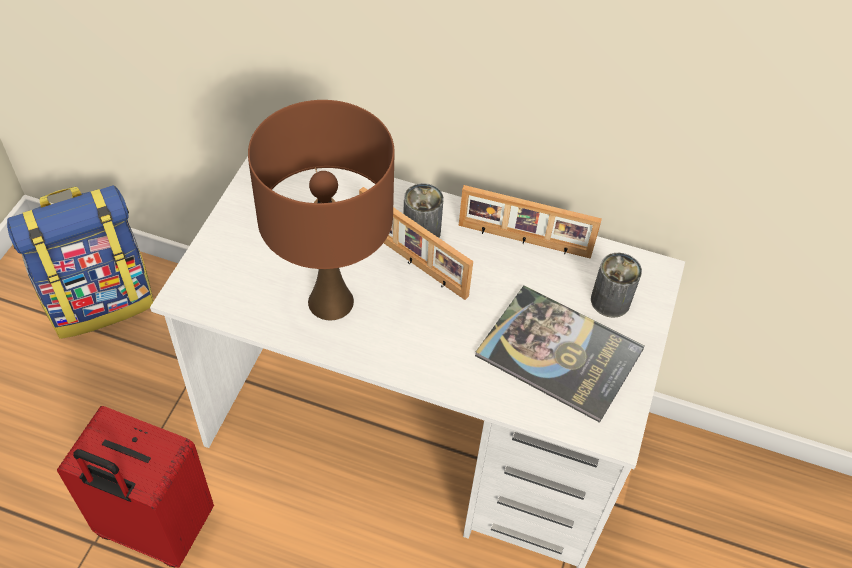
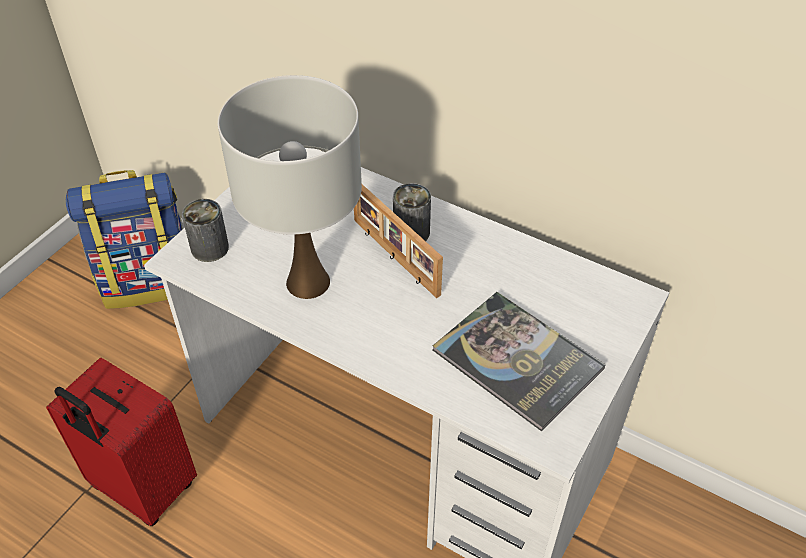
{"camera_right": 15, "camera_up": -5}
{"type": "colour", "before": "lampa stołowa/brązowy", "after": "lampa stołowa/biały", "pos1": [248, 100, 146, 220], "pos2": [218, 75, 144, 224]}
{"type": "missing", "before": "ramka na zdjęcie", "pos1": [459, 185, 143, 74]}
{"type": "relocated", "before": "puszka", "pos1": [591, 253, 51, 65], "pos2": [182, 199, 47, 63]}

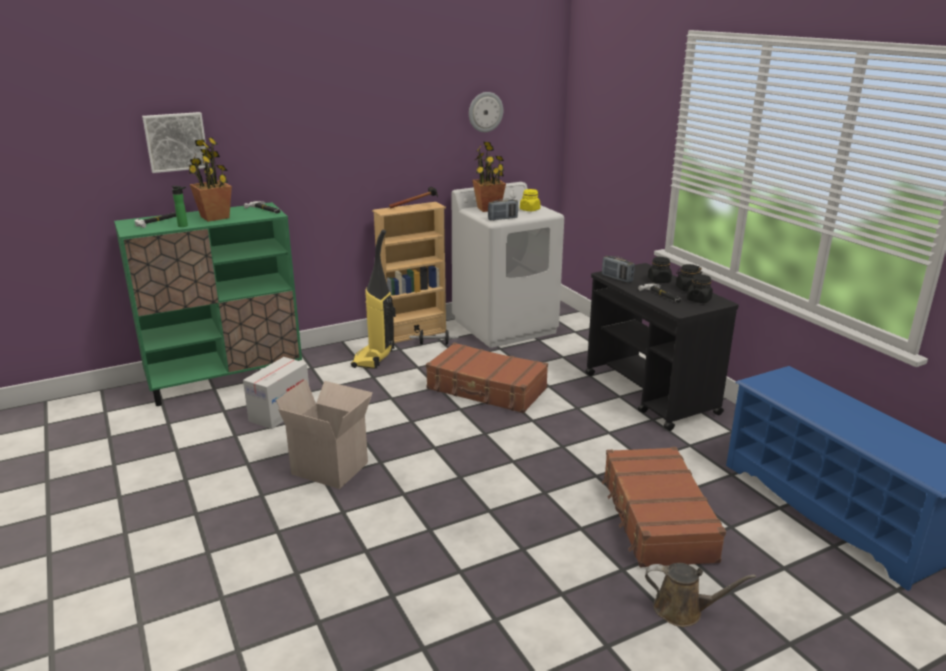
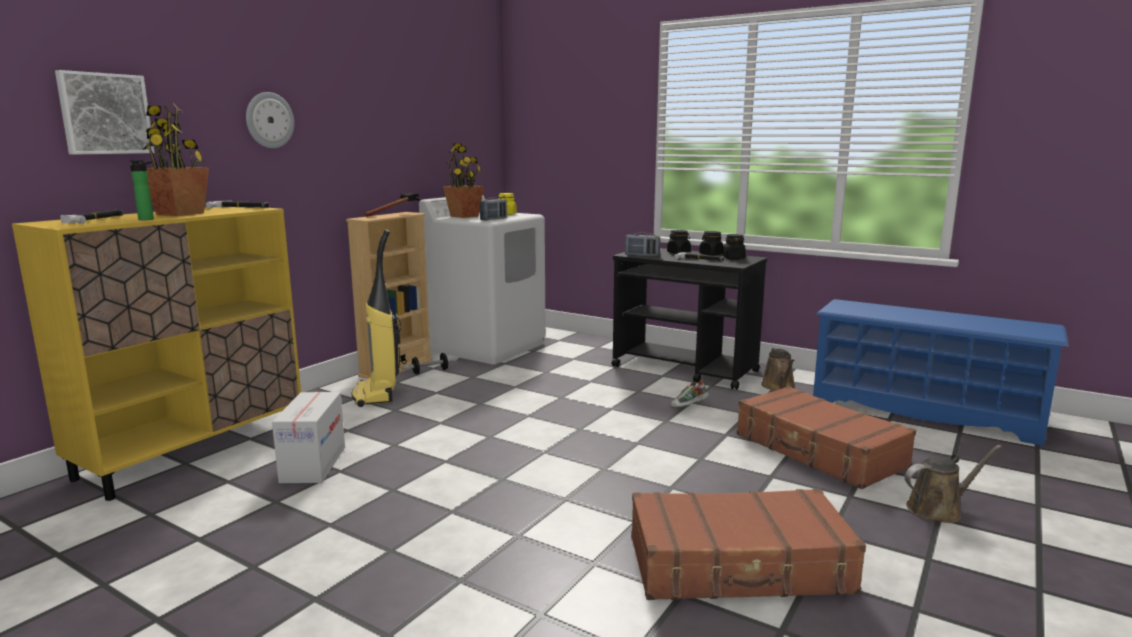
{"camera_right": -30, "camera_up": -10}
{"type": "colour", "before": "szafka/zielony", "after": "szafka/żółty", "pos1": [114, 202, 188, 204], "pos2": [12, 207, 289, 294]}
{"type": "missing", "before": "karton", "pos1": [276, 380, 97, 109]}
{"type": "relocated", "before": "walizka/brązowy", "pos1": [426, 343, 122, 70], "pos2": [631, 488, 235, 112]}
{"type": "relocated", "before": "zegar ścienny", "pos1": [469, 92, 34, 40], "pos2": [246, 92, 48, 56]}
{"type": "appeared", "after": "but", "pos2": [670, 380, 39, 28]}
{"type": "appeared", "after": "konewka/brązowy", "pos2": [761, 347, 34, 44]}

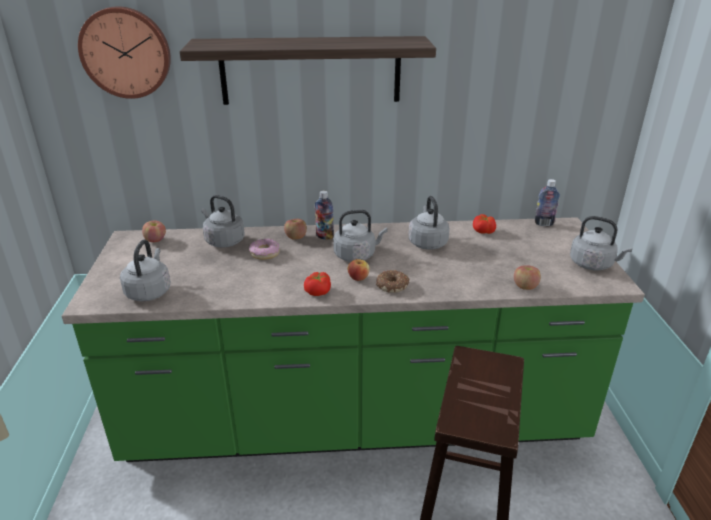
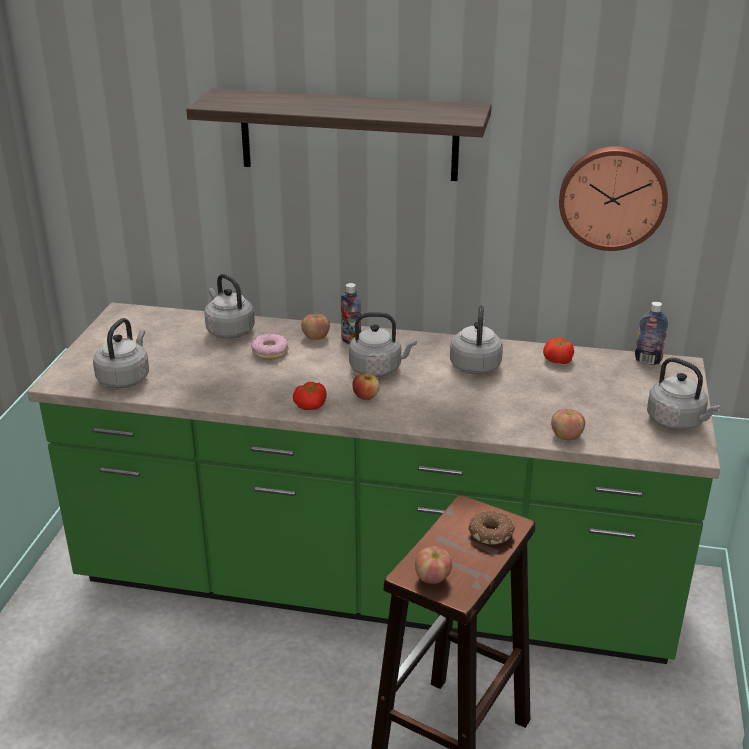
{"camera_right": 15, "camera_up": 0}
{"type": "relocated", "before": "zegar ścienny", "pos1": [78, 6, 93, 93], "pos2": [559, 146, 109, 105]}
{"type": "relocated", "before": "jabłko", "pos1": [142, 220, 24, 22], "pos2": [415, 546, 37, 38]}
{"type": "relocated", "before": "donut", "pos1": [376, 270, 33, 23], "pos2": [468, 511, 47, 34]}

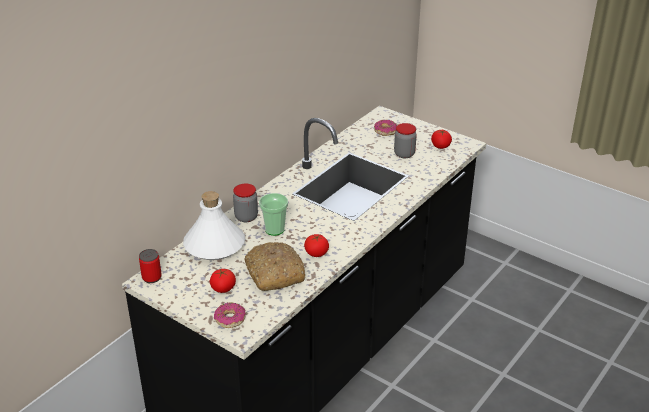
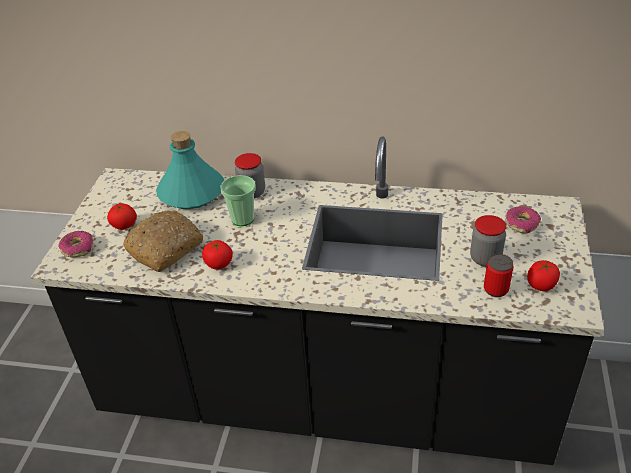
{"camera_right": 65, "camera_up": 5}
{"type": "relocated", "before": "puszka", "pos1": [139, 249, 23, 34], "pos2": [484, 254, 29, 43]}
{"type": "colour", "before": "butelka/biały", "after": "butelka/turkusowy", "pos1": [183, 191, 62, 69], "pos2": [156, 131, 68, 78]}

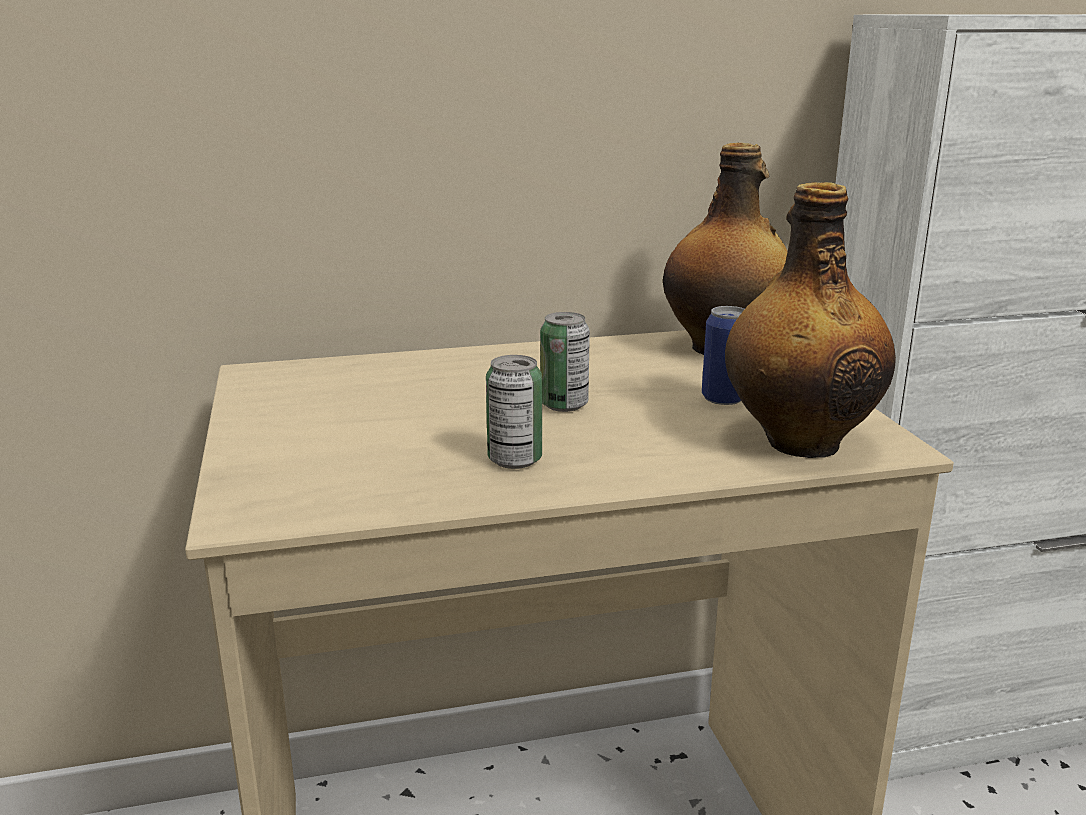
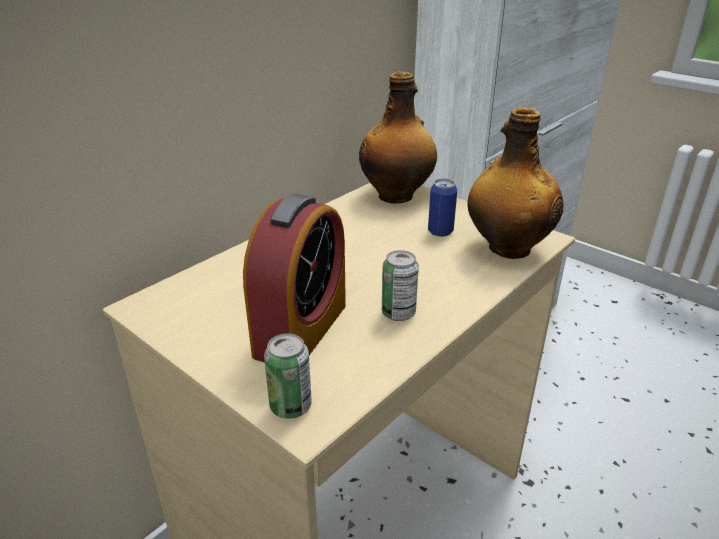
{"camera_right": -35, "camera_up": 10}
{"type": "relocated", "before": "puszka", "pos1": [540, 312, 50, 100], "pos2": [264, 333, 48, 86]}
{"type": "appeared", "after": "budzik", "pos2": [243, 194, 103, 169]}

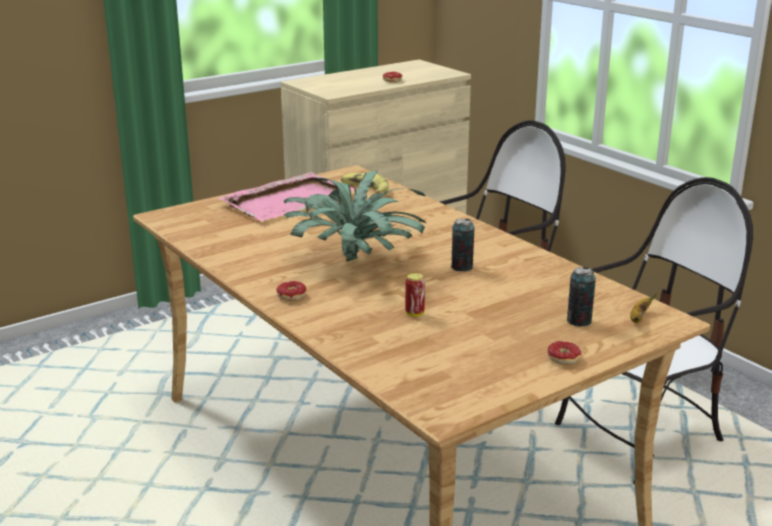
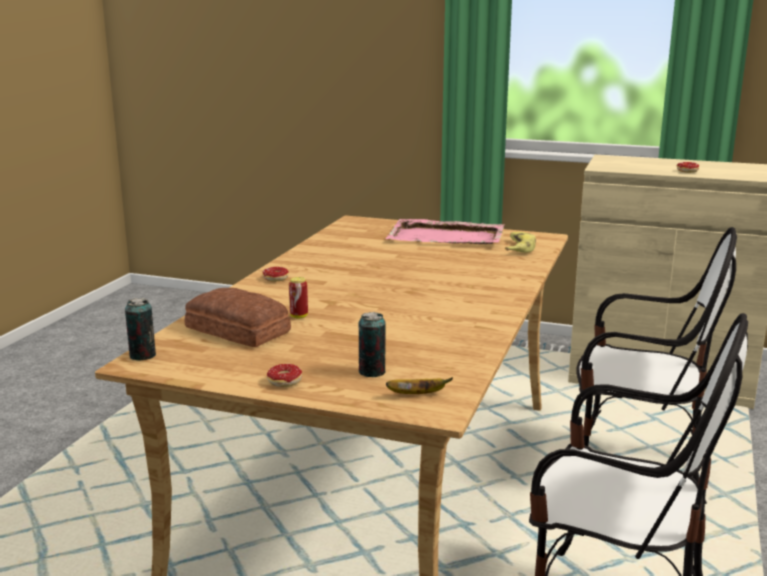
{"camera_right": 55, "camera_up": -5}
{"type": "missing", "before": "roślina doniczkowa", "pos1": [284, 170, 142, 92]}
{"type": "relocated", "before": "puszka", "pos1": [451, 219, 24, 53], "pos2": [125, 298, 31, 63]}
{"type": "appeared", "after": "chleb", "pos2": [184, 288, 107, 59]}

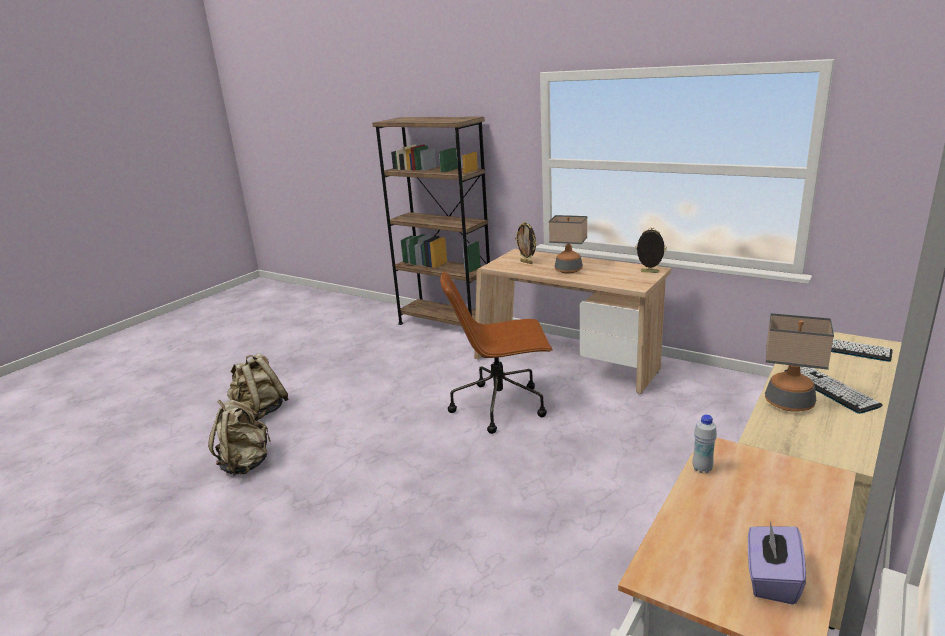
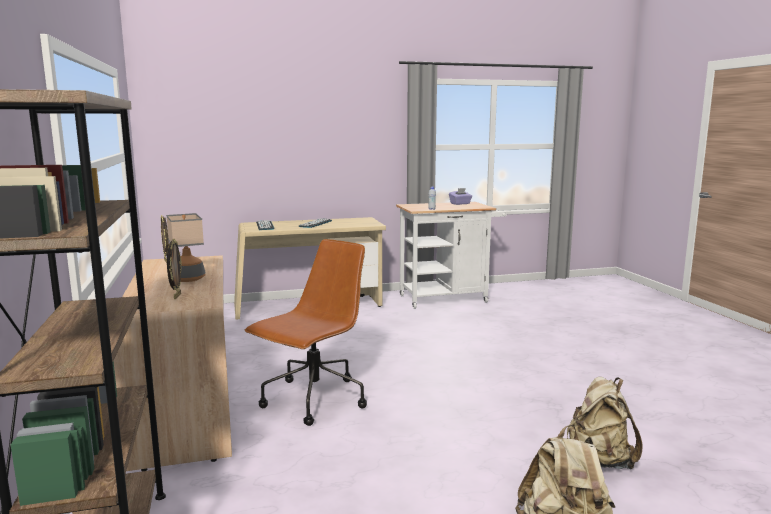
{"camera_right": -140, "camera_up": -10}
{"type": "spun", "before": "krzesło biurowe/brązowy", "pos1": [440, 271, 113, 163], "pos2": [245, 239, 122, 187], "turn": -90}
{"type": "missing", "before": "lampa stołowa", "pos1": [765, 313, 69, 99]}

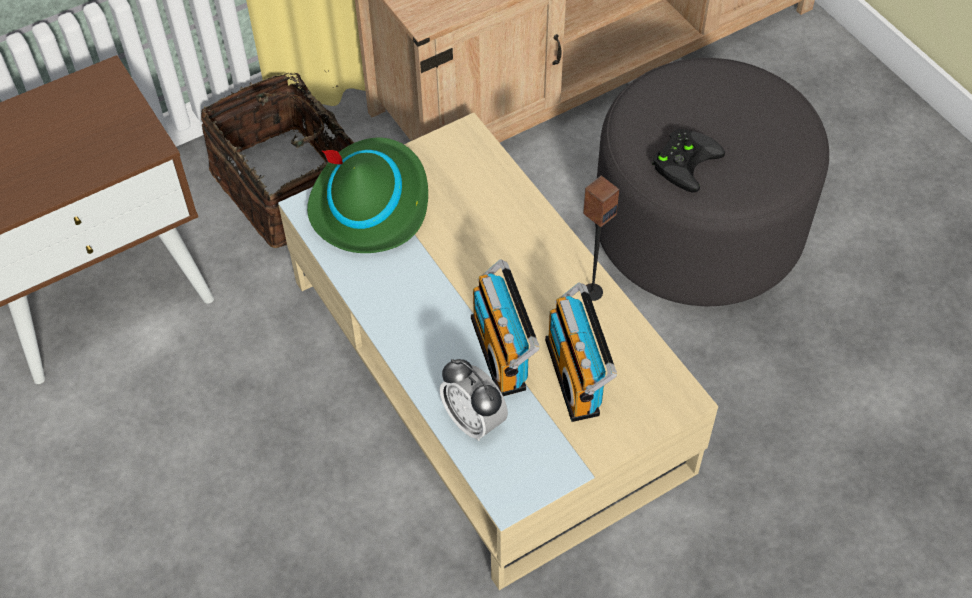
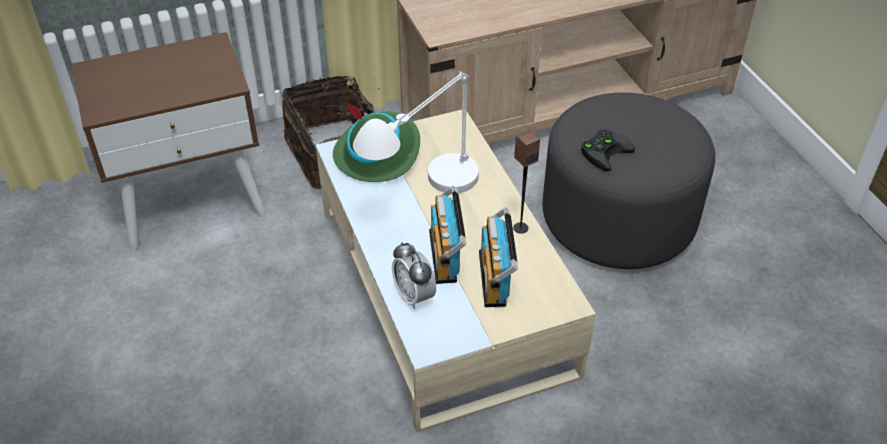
{"camera_right": 10, "camera_up": -10}
{"type": "appeared", "after": "lampa stołowa/biały", "pos2": [353, 71, 126, 123]}

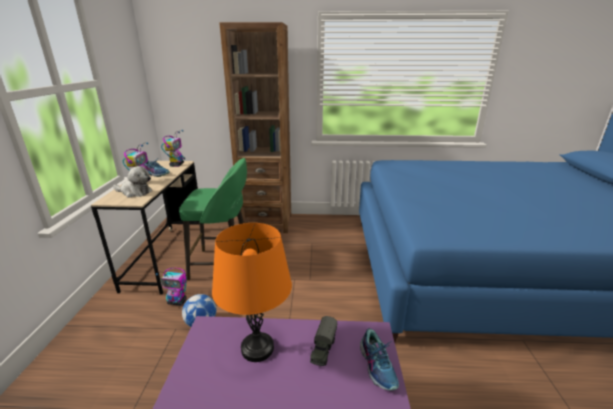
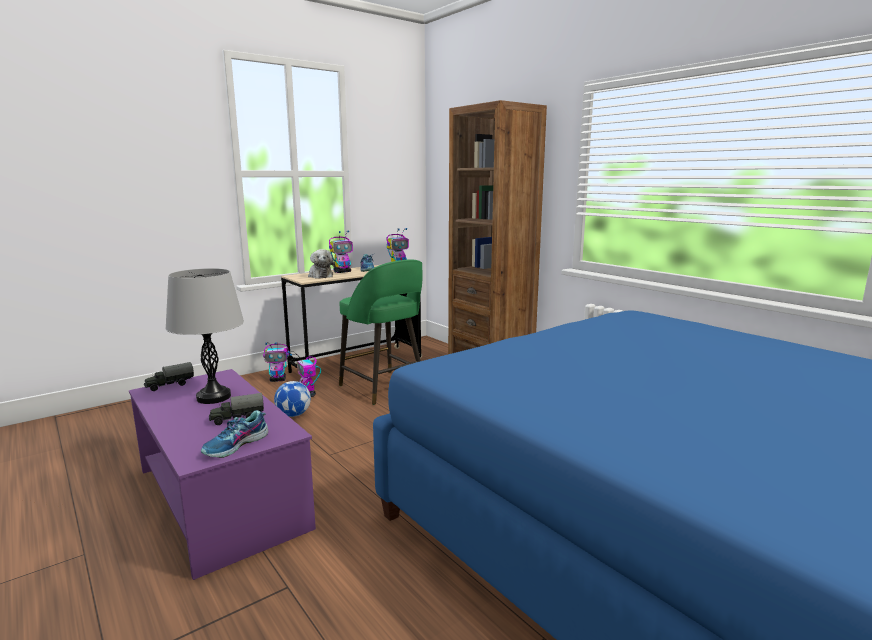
{"camera_right": 50, "camera_up": -10}
{"type": "colour", "before": "lampa stołowa/pomarańczowy", "after": "lampa stołowa/szary", "pos1": [212, 223, 80, 139], "pos2": [165, 268, 79, 136]}
{"type": "appeared", "after": "ciężarówka zabawkowa", "pos2": [144, 362, 50, 29]}
{"type": "appeared", "after": "robot zabawkowy", "pos2": [263, 342, 26, 40]}

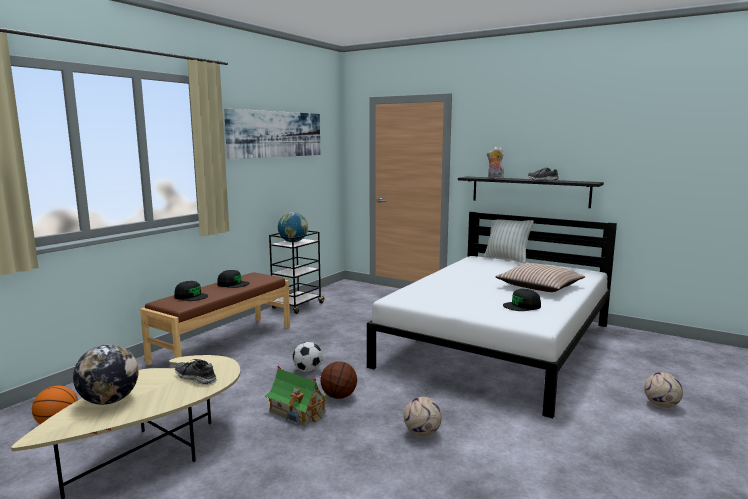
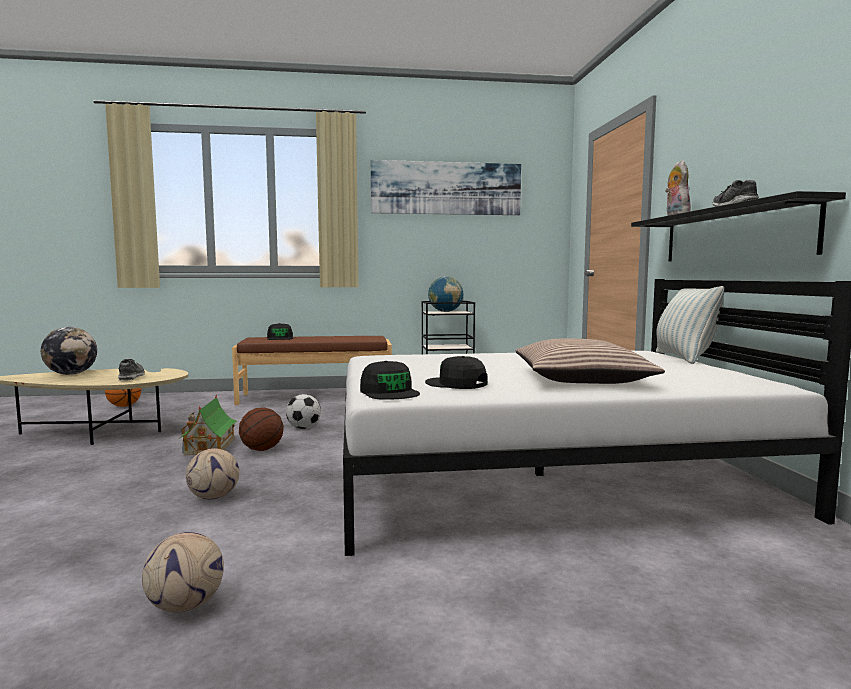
{"camera_right": 50, "camera_up": -5}
{"type": "relocated", "before": "czapka z daszkiem/czarny", "pos1": [217, 270, 32, 18], "pos2": [360, 361, 60, 39]}
{"type": "relocated", "before": "piłka futbolowa", "pos1": [644, 372, 39, 36], "pos2": [142, 532, 82, 80]}

